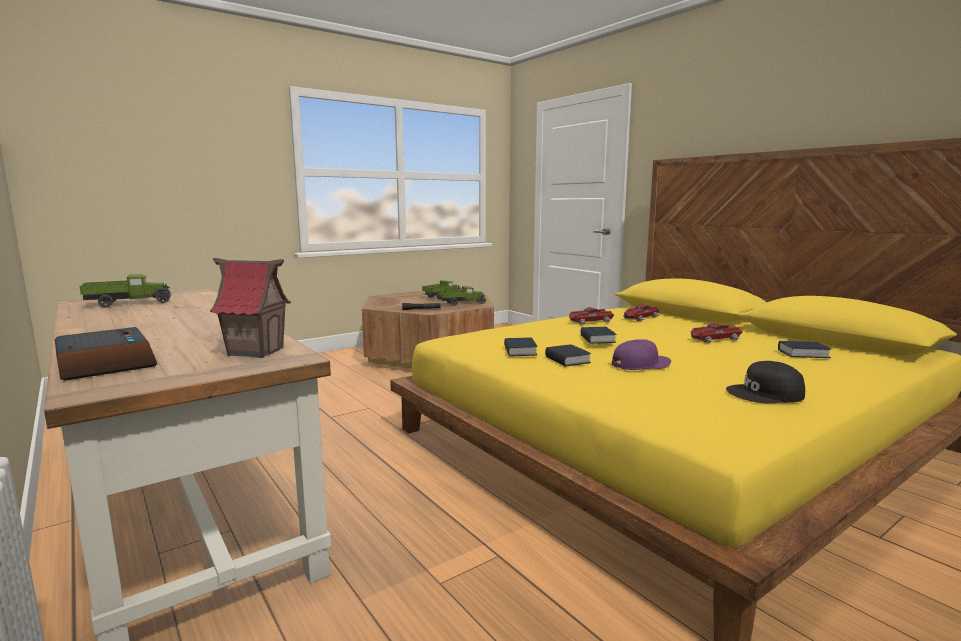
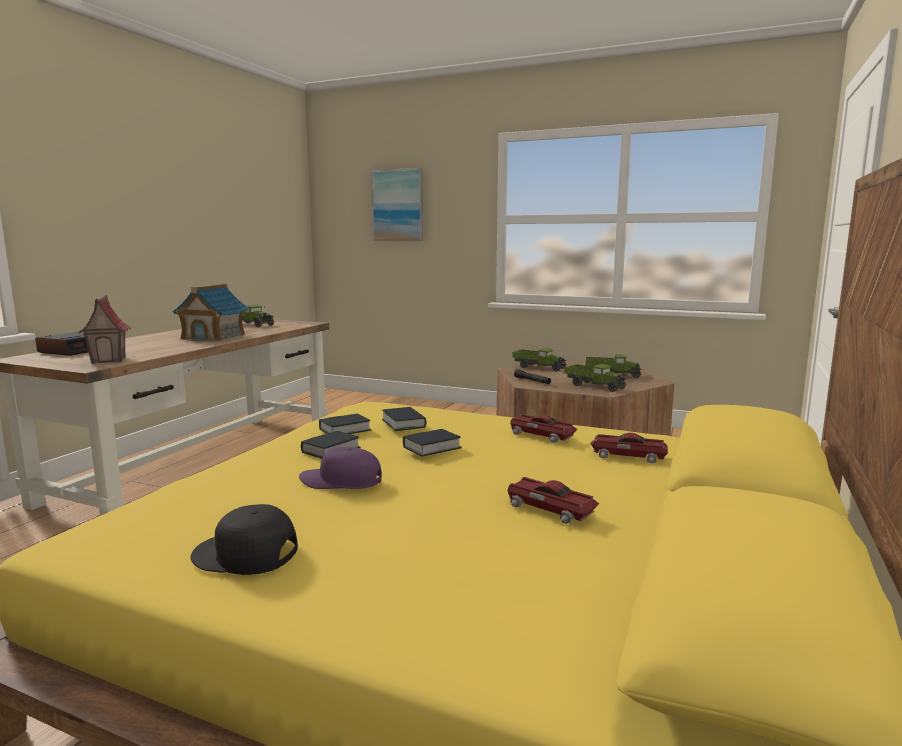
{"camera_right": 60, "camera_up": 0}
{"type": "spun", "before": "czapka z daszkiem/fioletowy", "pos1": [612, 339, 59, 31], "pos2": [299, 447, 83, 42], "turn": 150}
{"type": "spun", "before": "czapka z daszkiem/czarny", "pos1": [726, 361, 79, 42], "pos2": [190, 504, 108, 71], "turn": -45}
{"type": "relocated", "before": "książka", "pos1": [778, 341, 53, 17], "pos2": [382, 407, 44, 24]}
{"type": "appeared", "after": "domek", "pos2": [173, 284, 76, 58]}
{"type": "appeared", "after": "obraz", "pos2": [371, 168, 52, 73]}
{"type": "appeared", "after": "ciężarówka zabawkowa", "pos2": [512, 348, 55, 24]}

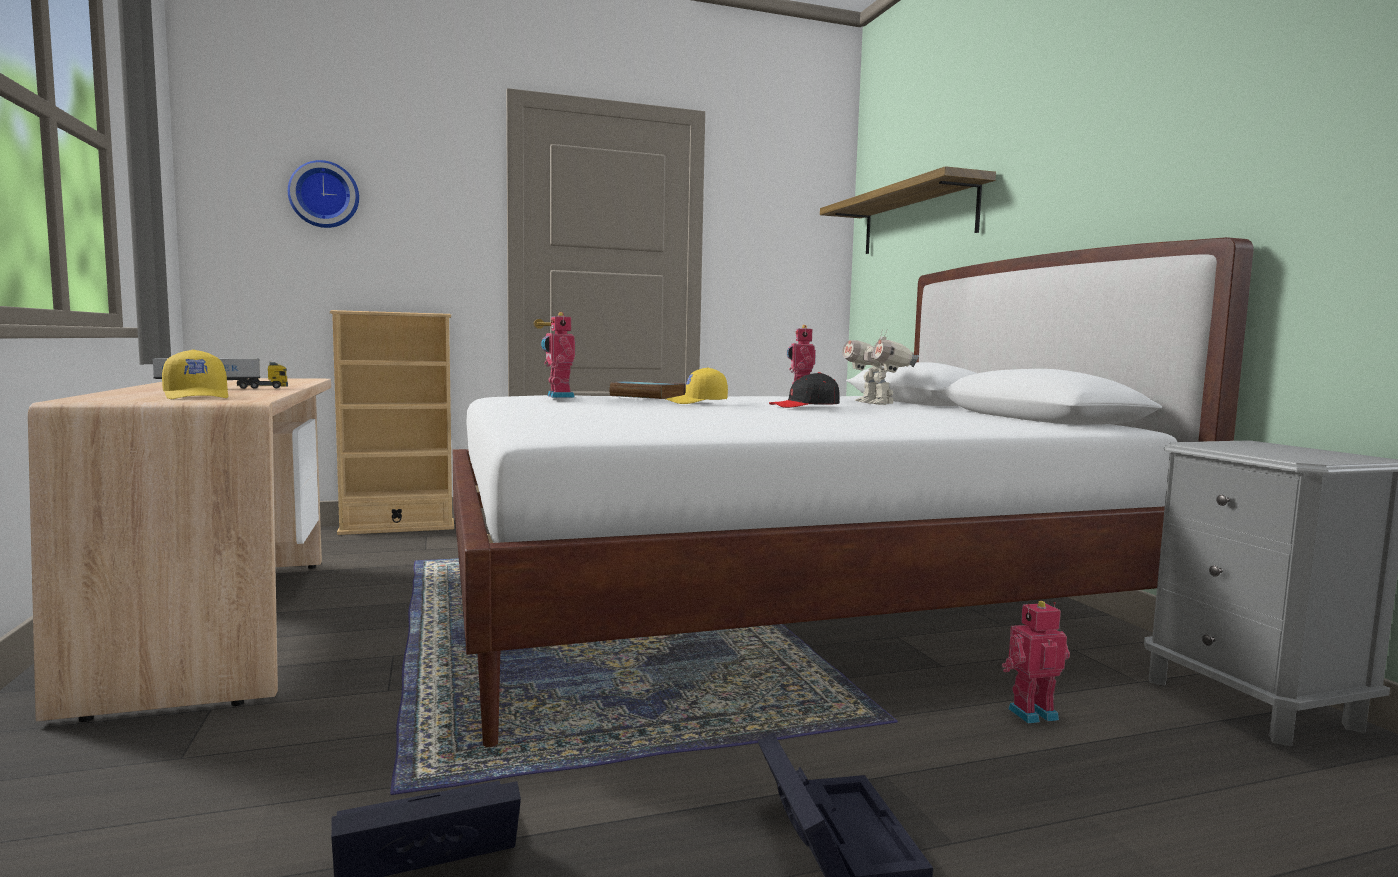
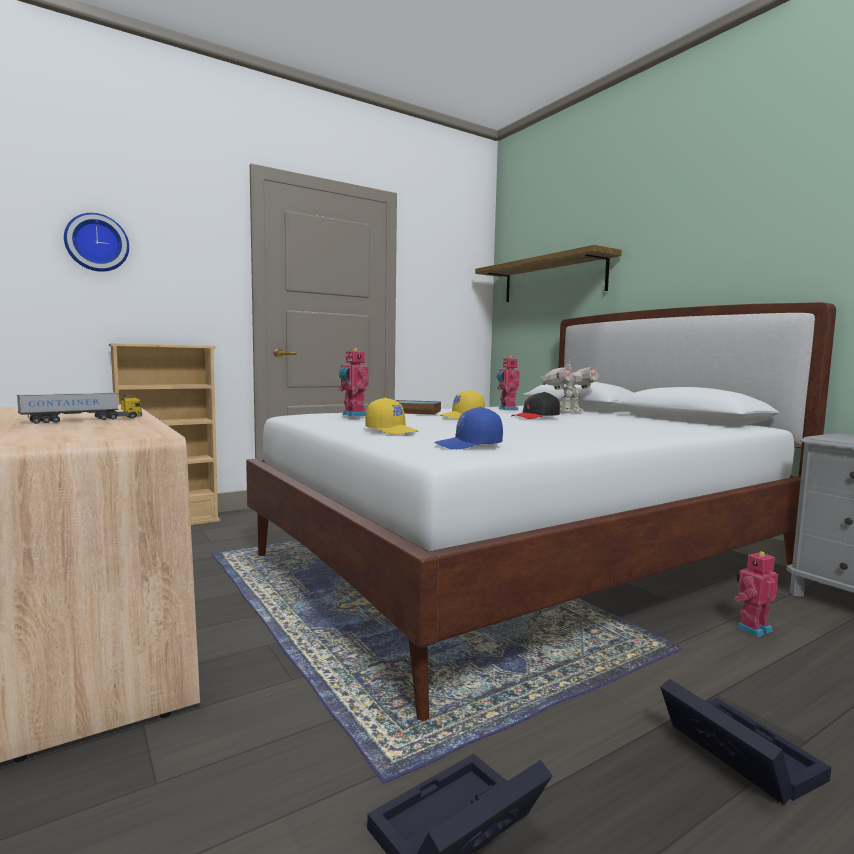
{"camera_right": -15, "camera_up": 0}
{"type": "relocated", "before": "czapka z daszkiem/żółty", "pos1": [162, 349, 66, 50], "pos2": [365, 398, 53, 37]}
{"type": "spun", "before": "robot zabawkowy", "pos1": [842, 329, 77, 76], "pos2": [541, 359, 57, 54], "turn": -90}
{"type": "appeared", "after": "czapka z daszkiem/niebieski", "pos2": [434, 407, 69, 42]}

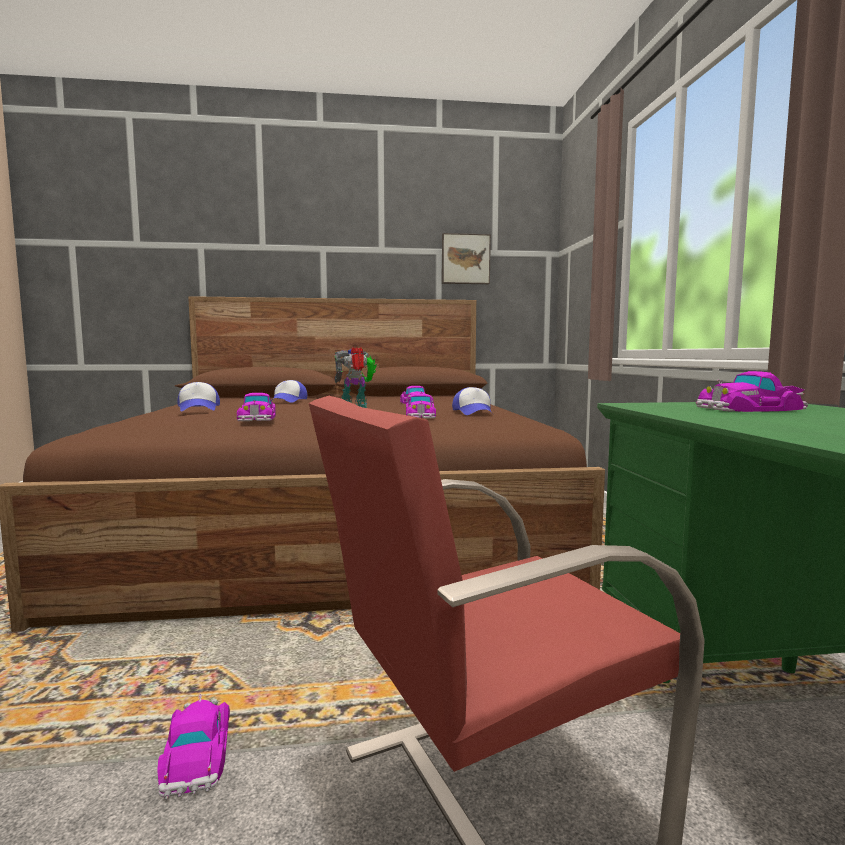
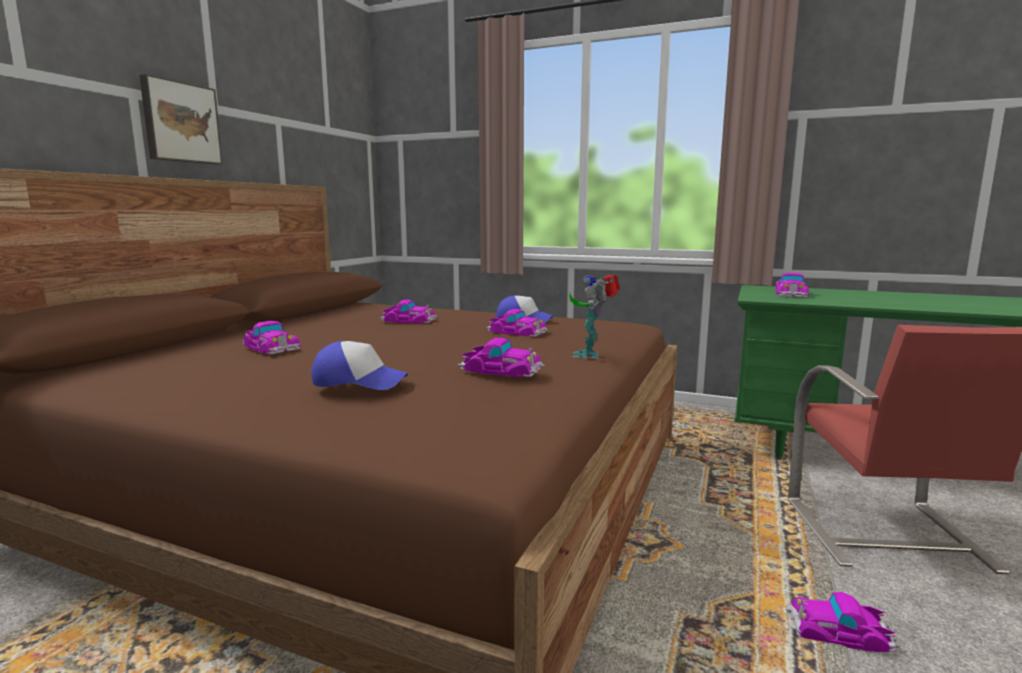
{"camera_right": -60, "camera_up": 5}
{"type": "exchanged", "before": "czapka z daszkiem", "after": "samochodzik", "pos1": [271, 380, 36, 23], "pos2": [243, 321, 58, 33]}
{"type": "relocated", "before": "obraz", "pos1": [442, 233, 49, 51], "pos2": [139, 74, 84, 91]}

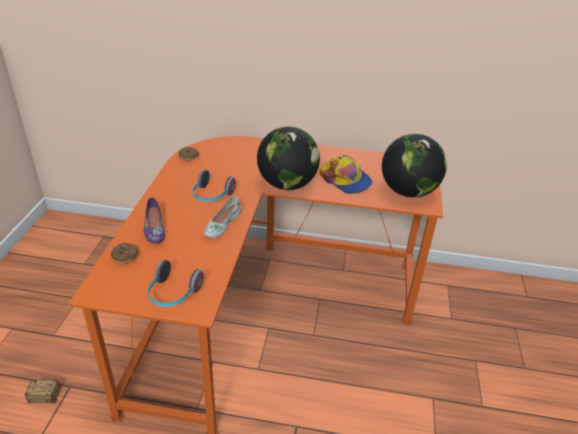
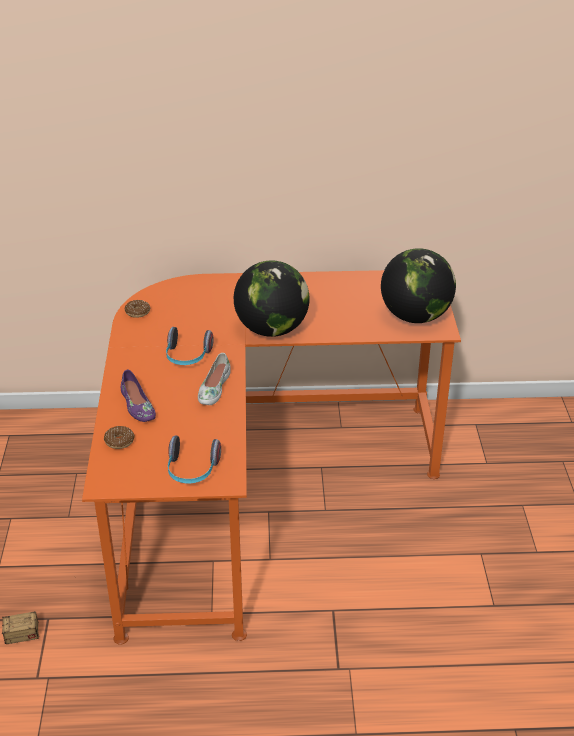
{"camera_right": -10, "camera_up": 0}
{"type": "missing", "before": "czapka z daszkiem", "pos1": [320, 155, 53, 39]}

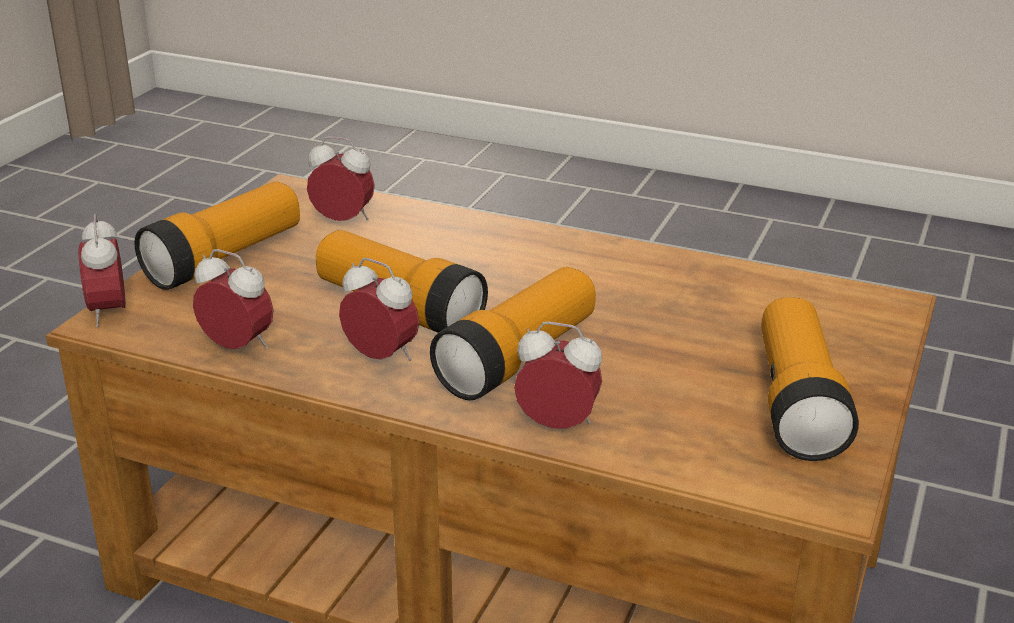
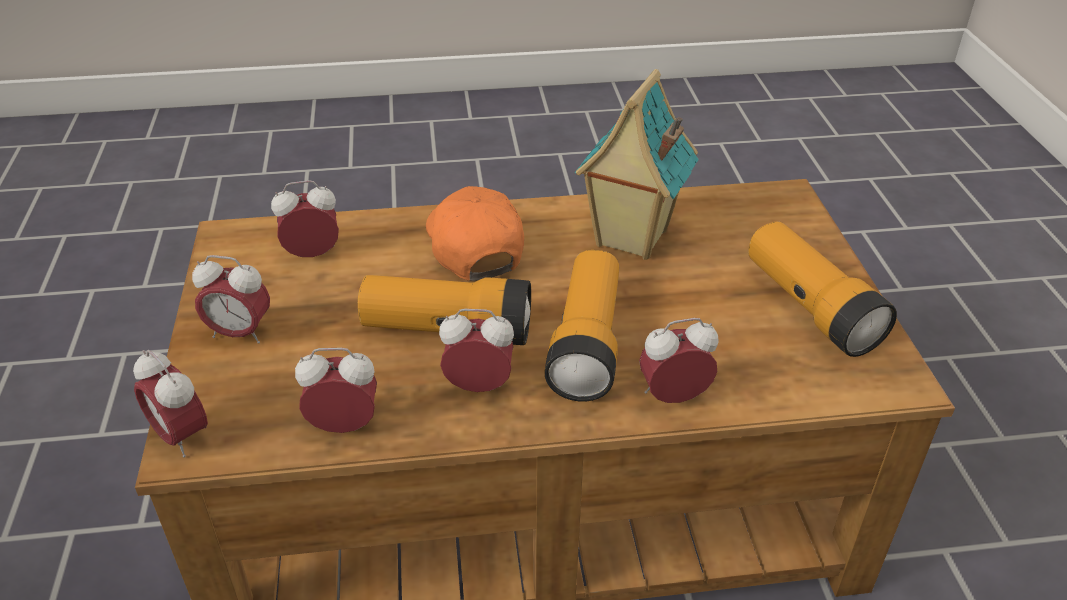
{"camera_right": -30, "camera_up": 10}
{"type": "exchanged", "before": "latarka", "after": "budzik", "pos1": [134, 182, 166, 108], "pos2": [192, 255, 78, 89]}
{"type": "appeared", "after": "czapka z daszkiem/pomarańczowy", "pos2": [426, 186, 98, 95]}
{"type": "appeared", "after": "domek", "pos2": [575, 69, 124, 191]}

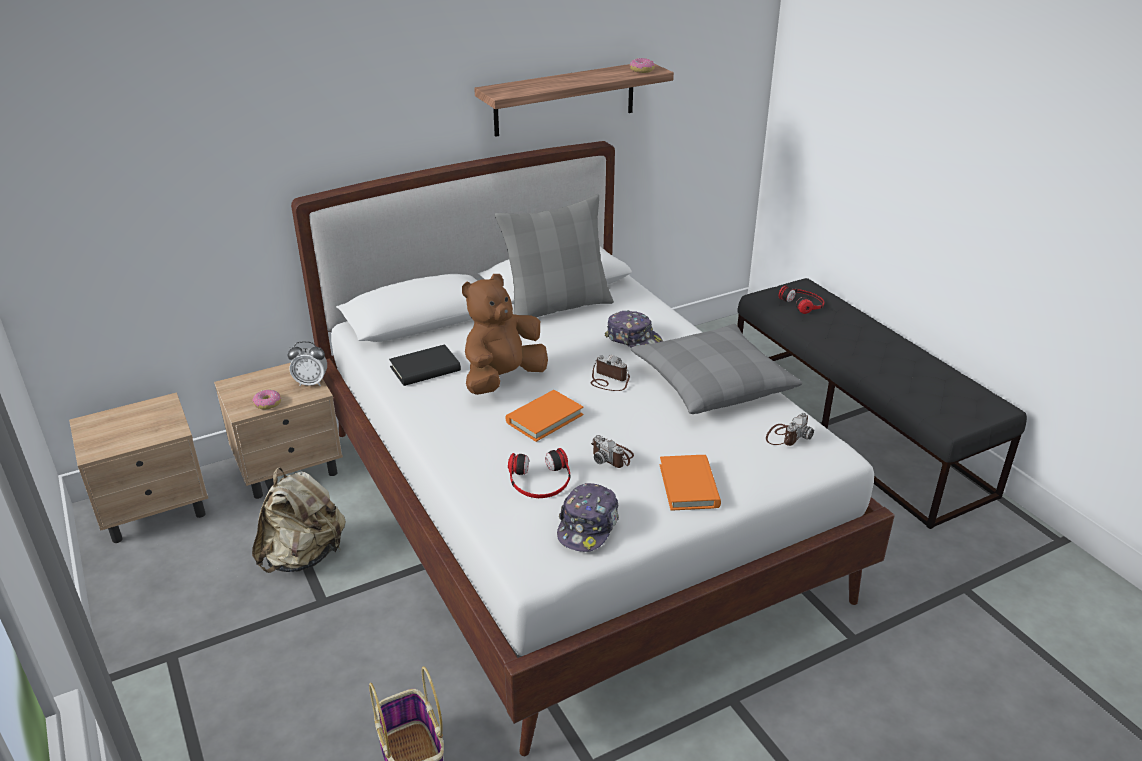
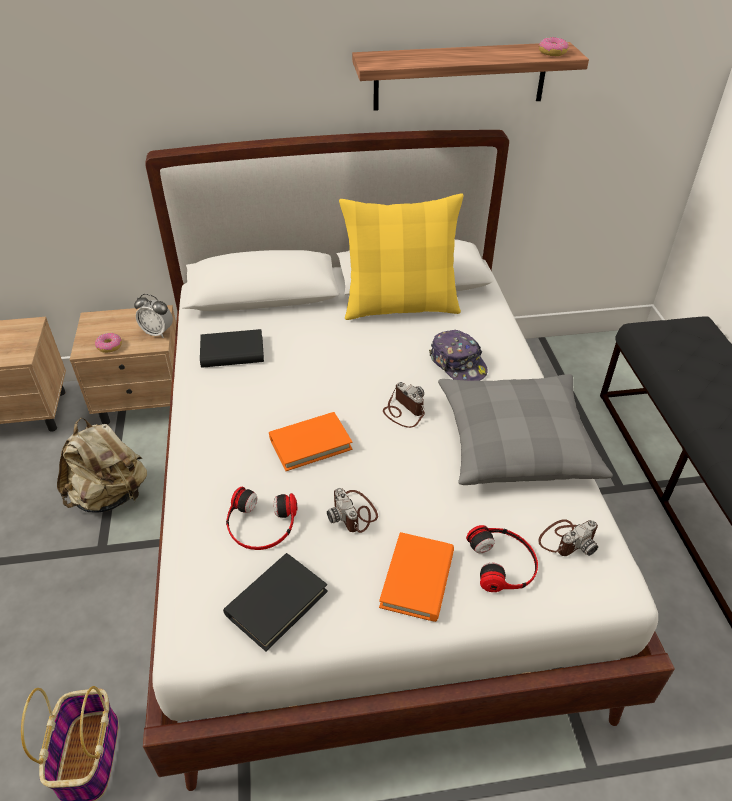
{"camera_right": 20, "camera_up": 10}
{"type": "missing", "before": "pluszak/brązowy", "pos1": [462, 274, 86, 121]}
{"type": "colour", "before": "poduszka/szary", "after": "poduszka/żółty", "pos1": [495, 194, 119, 123], "pos2": [339, 193, 125, 127]}
{"type": "exchanged", "before": "czapka z daszkiem", "after": "książka/czarny", "pos1": [557, 483, 62, 69], "pos2": [223, 553, 105, 98]}
{"type": "relocated", "before": "słuchawki", "pos1": [778, 286, 46, 28], "pos2": [466, 525, 72, 67]}

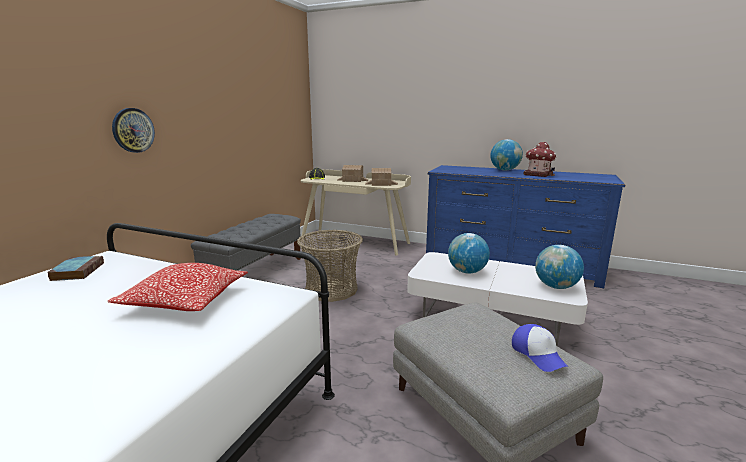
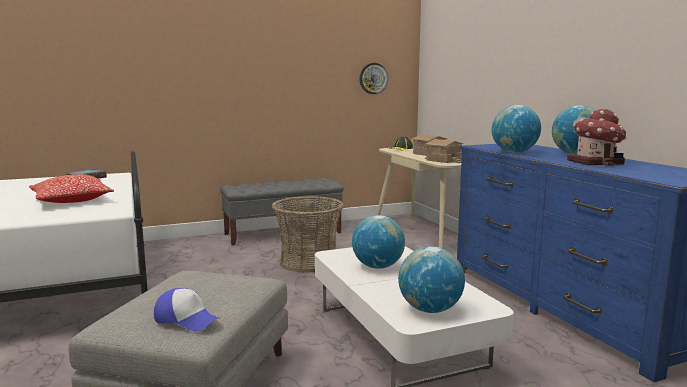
{"camera_right": 45, "camera_up": -5}
{"type": "relocated", "before": "zegar ścienny", "pos1": [112, 108, 43, 45], "pos2": [359, 63, 29, 31]}
{"type": "spun", "before": "czapka z daszkiem", "pos1": [512, 324, 57, 48], "pos2": [154, 288, 66, 43], "turn": -90}
{"type": "appeared", "after": "globus", "pos2": [492, 105, 49, 48]}

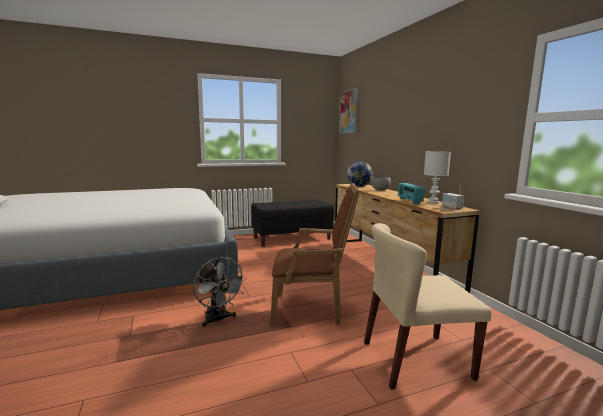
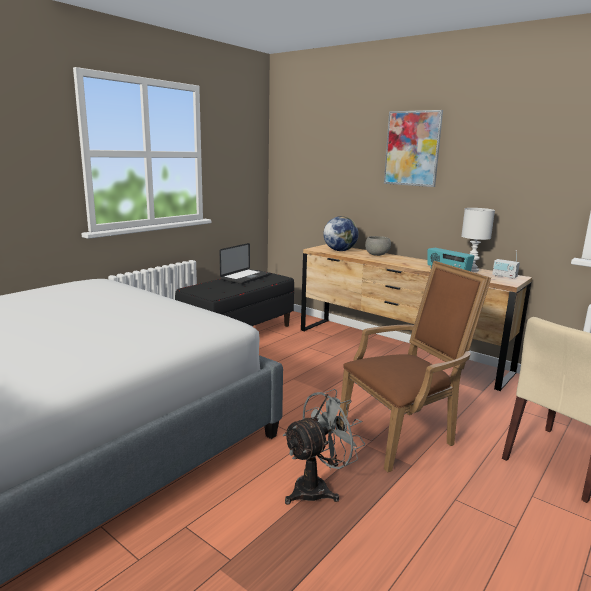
{"camera_right": -30, "camera_up": 5}
{"type": "spun", "before": "wentylator/szary", "pos1": [193, 257, 54, 70], "pos2": [282, 389, 83, 116], "turn": -60}
{"type": "relocated", "before": "obraz", "pos1": [339, 88, 20, 45], "pos2": [384, 110, 59, 77]}
{"type": "appeared", "after": "laptop", "pos2": [220, 243, 50, 41]}

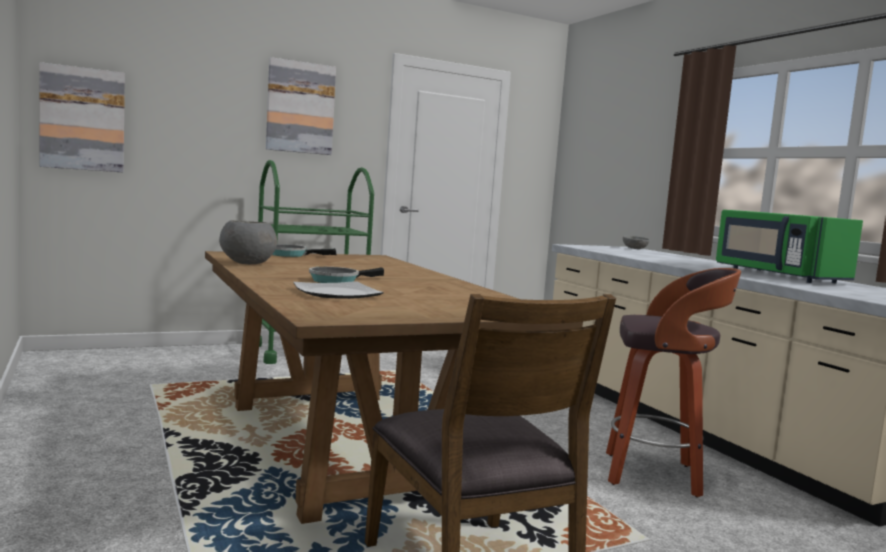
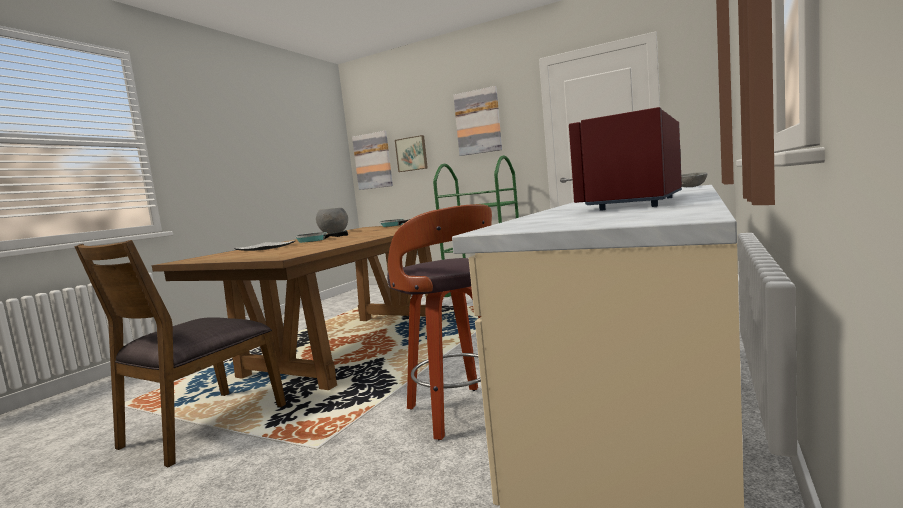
{"camera_right": 55, "camera_up": 0}
{"type": "colour", "before": "mikrofalówka/zielony", "after": "mikrofalówka/czerwony", "pos1": [716, 210, 147, 73], "pos2": [569, 107, 113, 104]}
{"type": "appeared", "after": "obraz", "pos2": [395, 135, 33, 37]}

